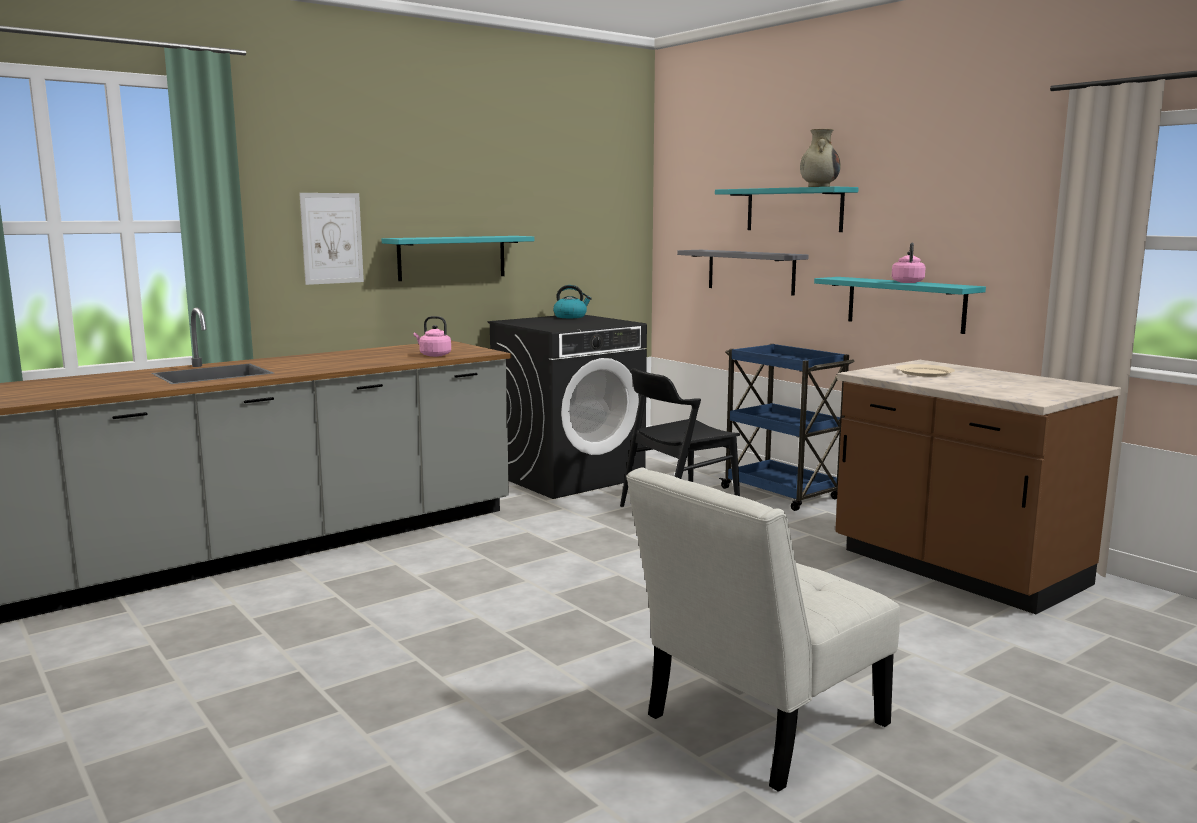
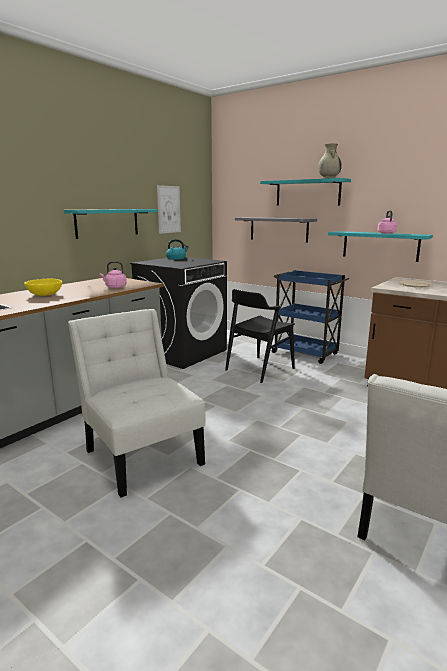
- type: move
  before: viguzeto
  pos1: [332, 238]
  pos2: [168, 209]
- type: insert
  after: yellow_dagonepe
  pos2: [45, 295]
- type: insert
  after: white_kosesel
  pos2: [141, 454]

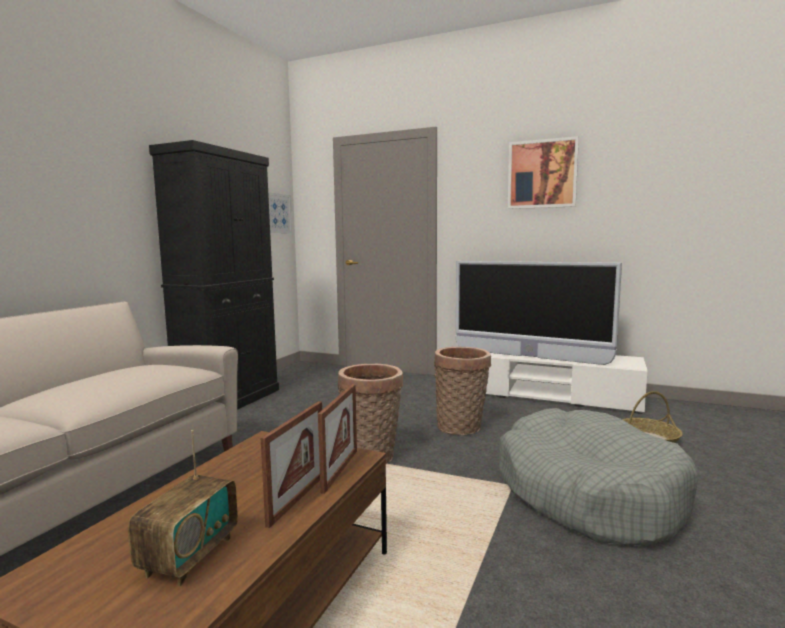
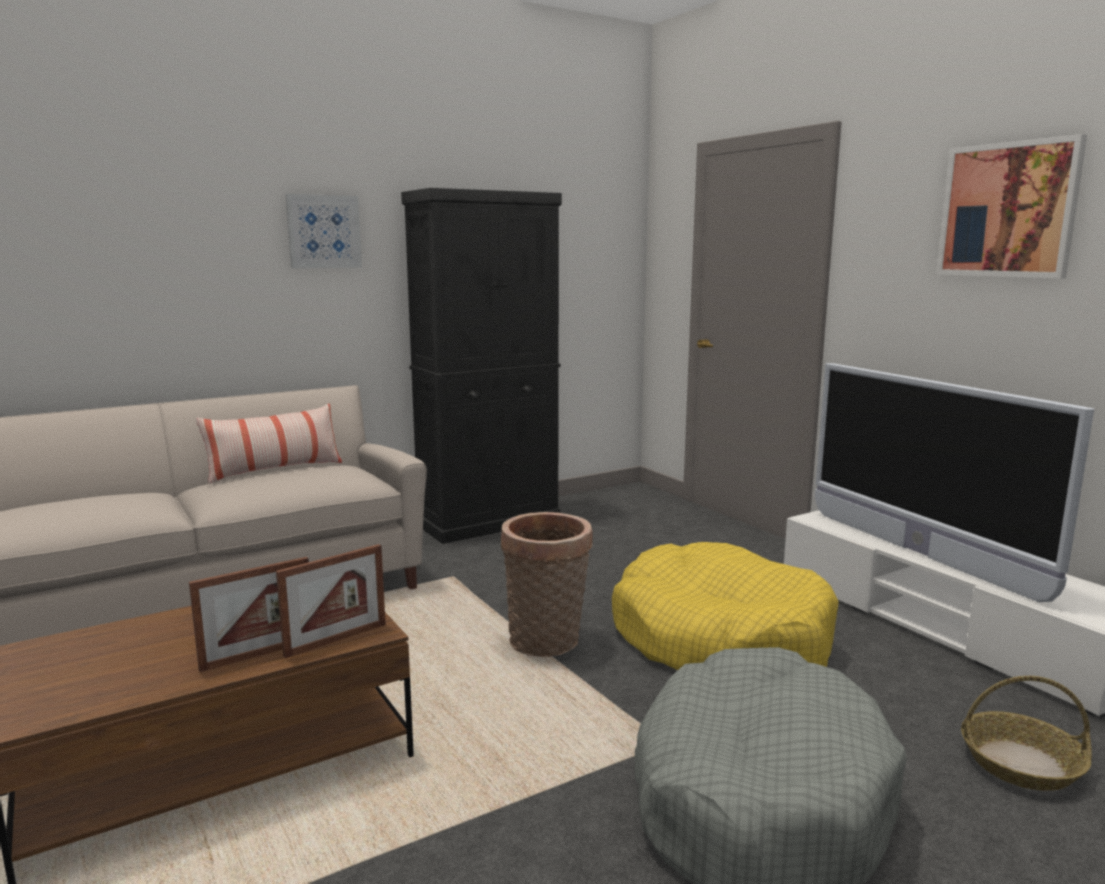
- type: delete
  before: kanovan
  pos1: [189, 556]
- type: move
  before: viguzeto
  pos1: [277, 213]
  pos2: [324, 232]
- type: replace
  before: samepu
  after: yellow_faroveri
  pos1: [461, 427]
  pos2: [720, 640]
- type: insert
  after: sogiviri
  pos2: [275, 471]

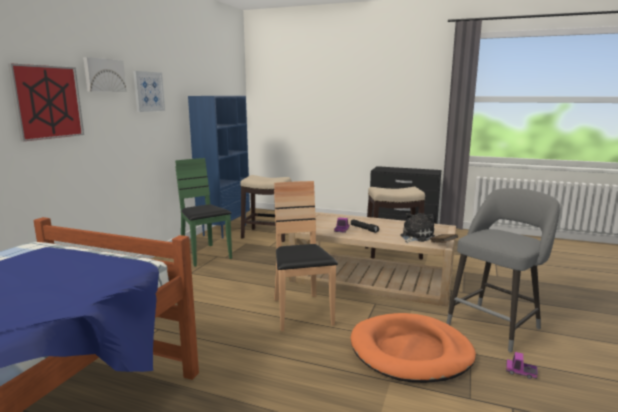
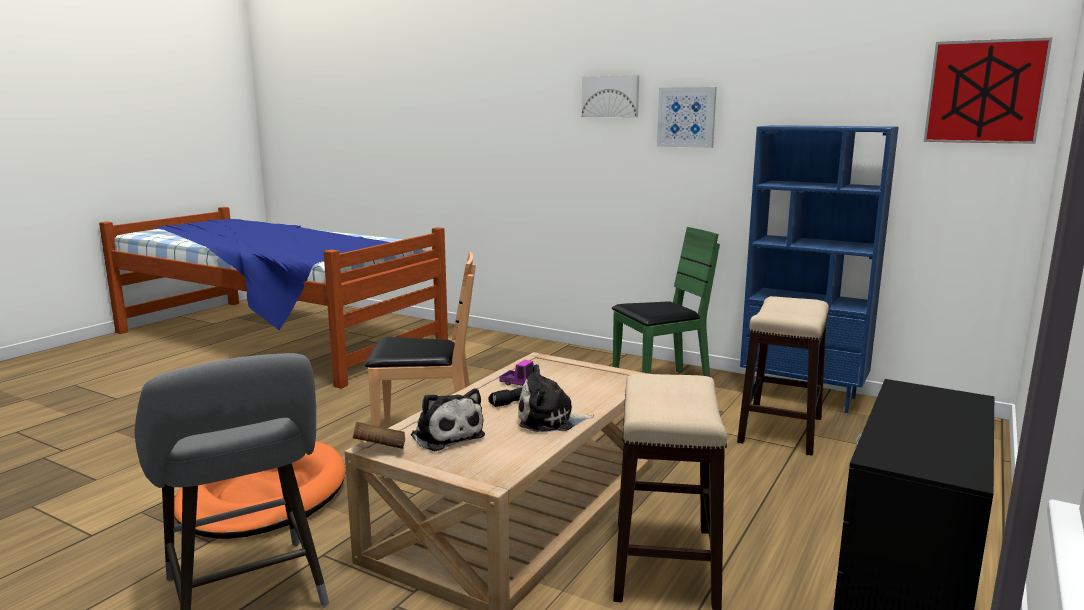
- type: move
  before: viguzeto
  pos1: [48, 102]
  pos2: [984, 92]
- type: delete
  before: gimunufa
  pos1: [521, 372]
- type: insert
  after: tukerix
  pos2: [550, 420]

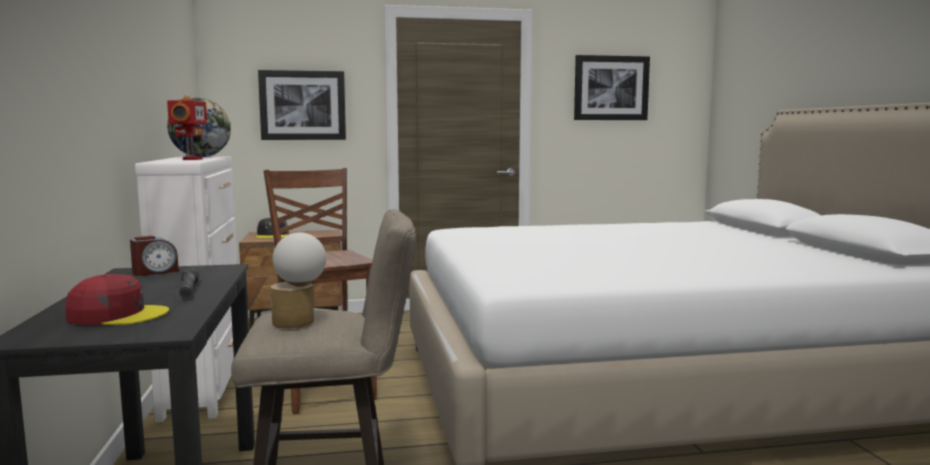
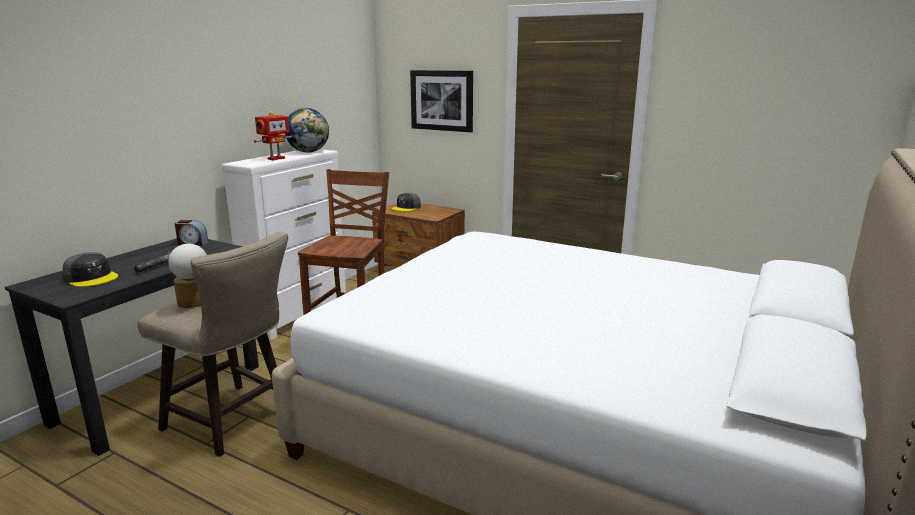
- type: recolor
  before: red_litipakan
  after: grey_litipakan
  pos1: [117, 315]
  pos2: [91, 278]
- type: delete
  before: viguzeto
  pos1: [611, 88]

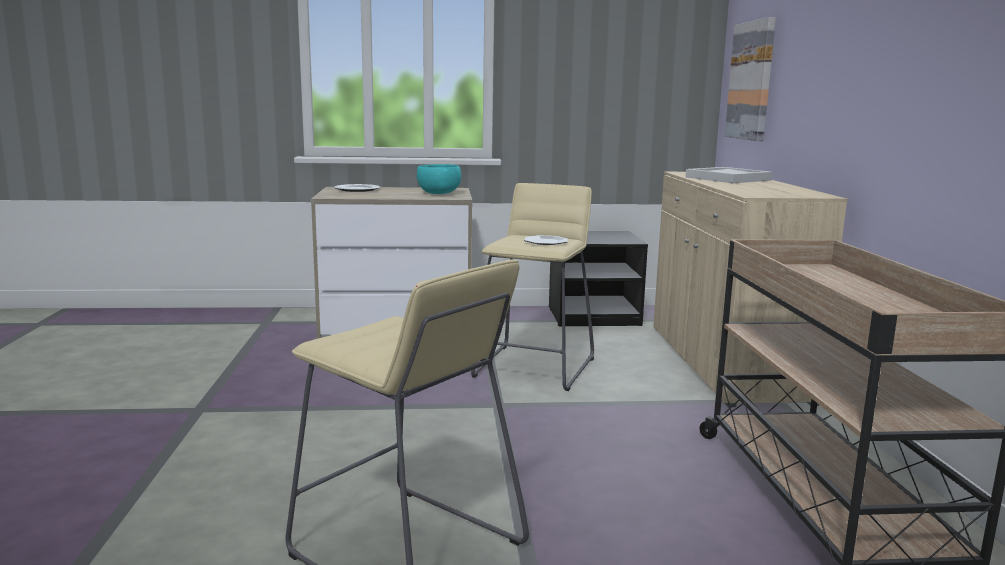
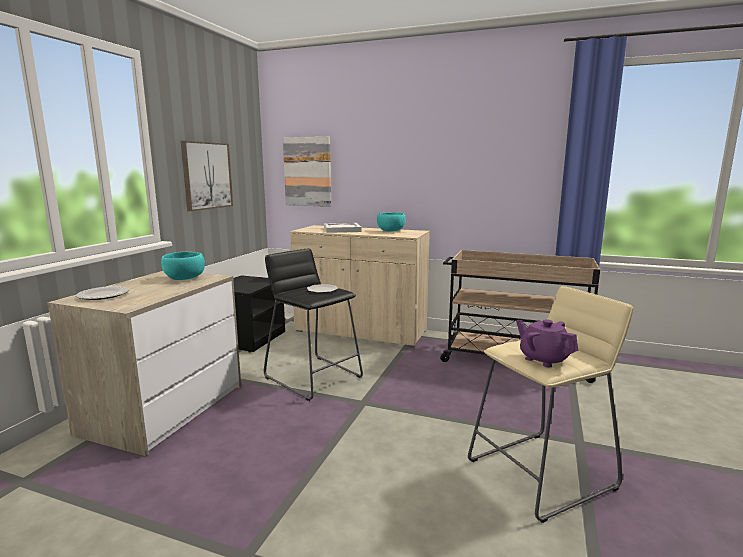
- type: recolor
  before: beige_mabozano
  after: black_mabozano
  pos1: [534, 367]
  pos2: [313, 377]
- type: insert
  after: viguzeto
  pos2: [207, 175]
- type: insert
  after: turquoise_dagonepe
  pos2: [391, 231]
- type: insert
  after: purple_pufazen
  pos2: [543, 359]

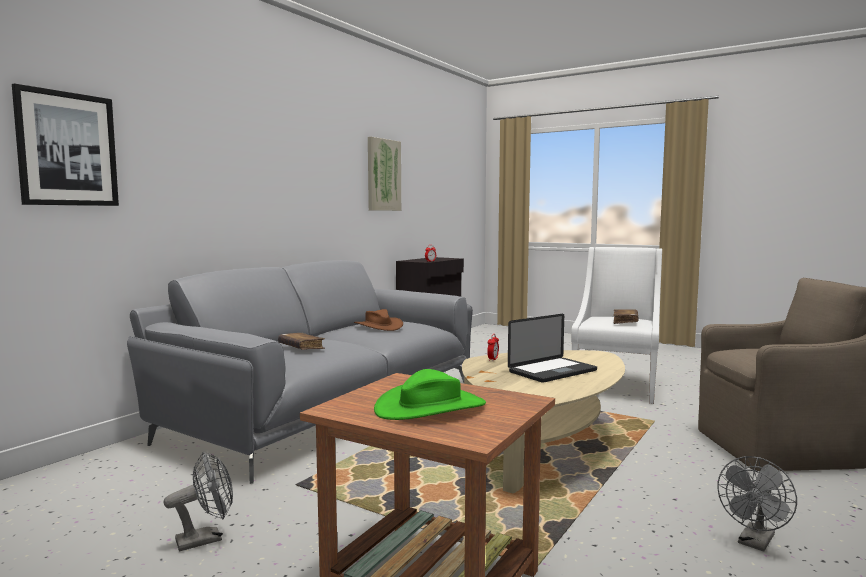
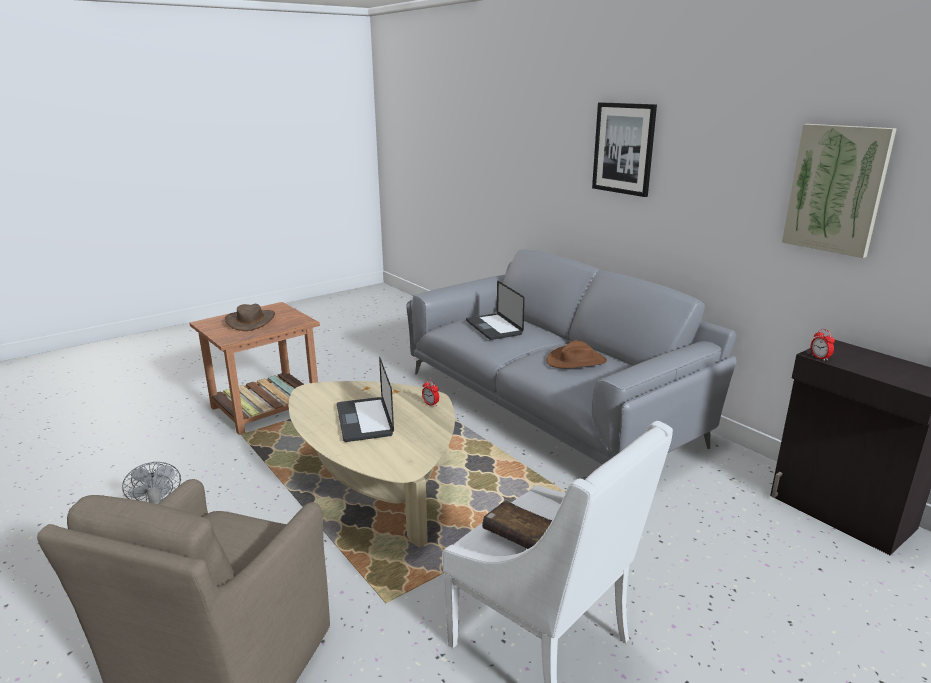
- type: move
  before: viguzeto
  pos1: [67, 149]
  pos2: [623, 148]
- type: delete
  before: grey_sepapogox
  pos1: [206, 538]
- type: replace
  before: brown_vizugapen
  after: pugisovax
  pos1: [301, 347]
  pos2: [493, 327]
- type: recolor
  before: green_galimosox
  after: brown_galimosox
  pos1: [430, 407]
  pos2: [251, 321]

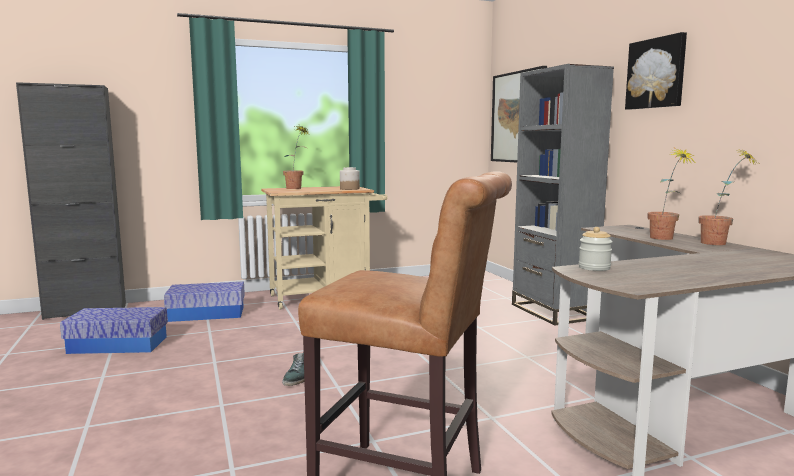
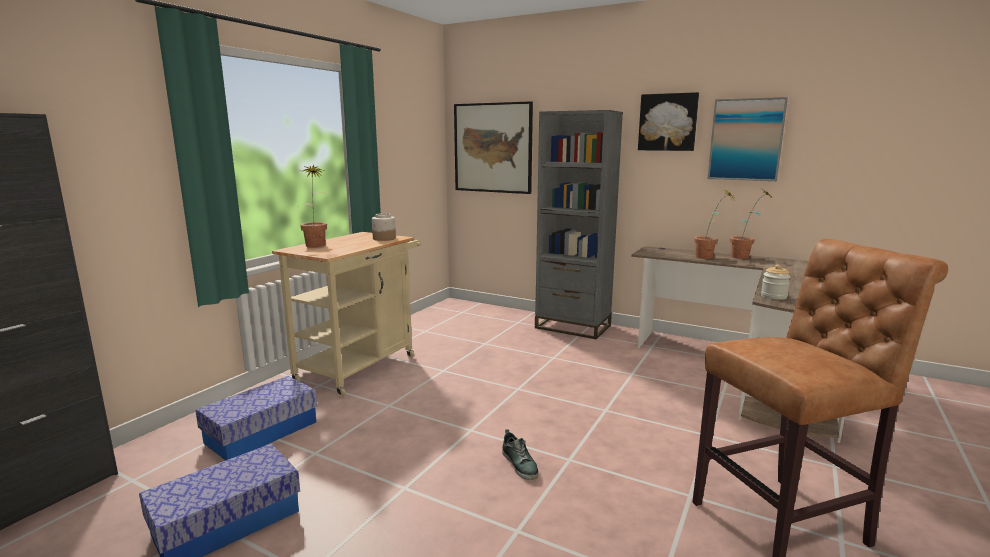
- type: insert
  after: viguzeto
  pos2: [746, 139]

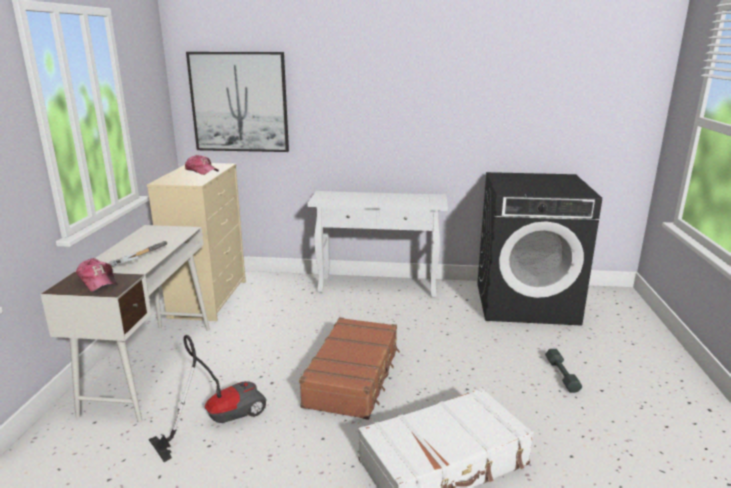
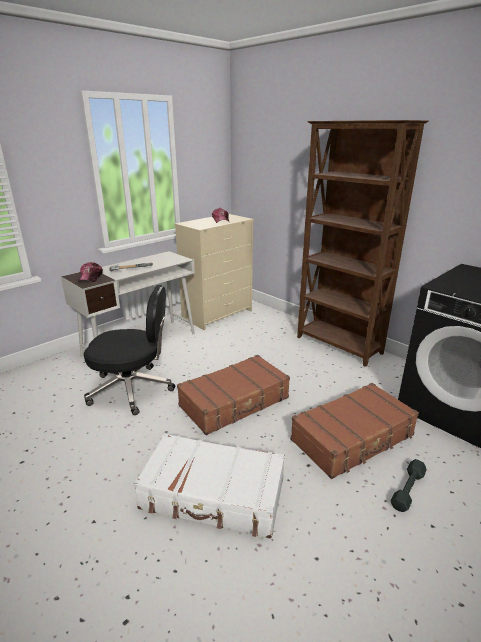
- type: replace
  before: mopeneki
  after: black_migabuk
  pos1: [219, 419]
  pos2: [133, 389]
- type: delete
  before: viguzeto
  pos1: [239, 102]
- type: replace
  before: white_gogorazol
  after: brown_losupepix
  pos1: [378, 287]
  pos2: [338, 346]
- type: insert
  after: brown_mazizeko
  pos2: [353, 438]

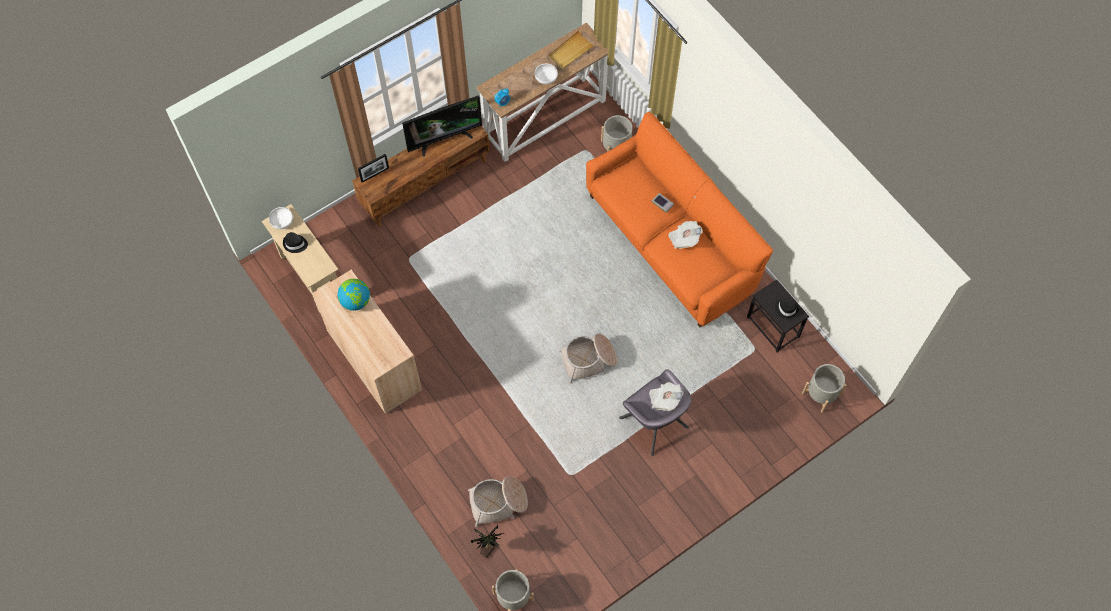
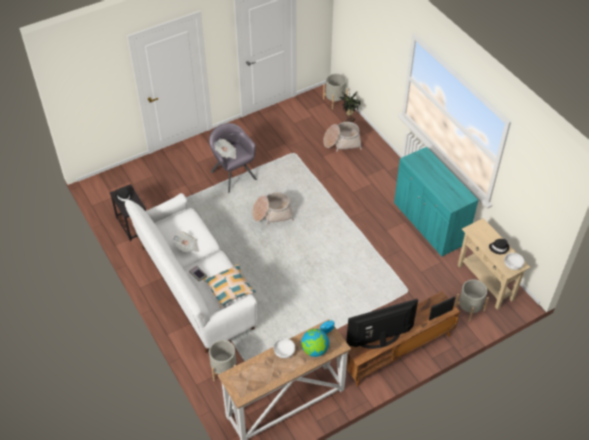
- type: recolor
  before: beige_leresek
  after: turquoise_leresek
  pos1: [374, 360]
  pos2: [429, 224]
- type: move
  before: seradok
  pos1: [356, 301]
  pos2: [314, 350]
- type: delete
  before: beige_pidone
  pos1: [570, 52]
- type: recolor
  before: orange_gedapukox
  after: white_gedapukox
  pos1: [670, 244]
  pos2: [195, 287]
- type: move
  before: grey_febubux
  pos1: [821, 394]
  pos2: [469, 308]
- type: insert
  after: sogiviri
  pos2: [229, 288]

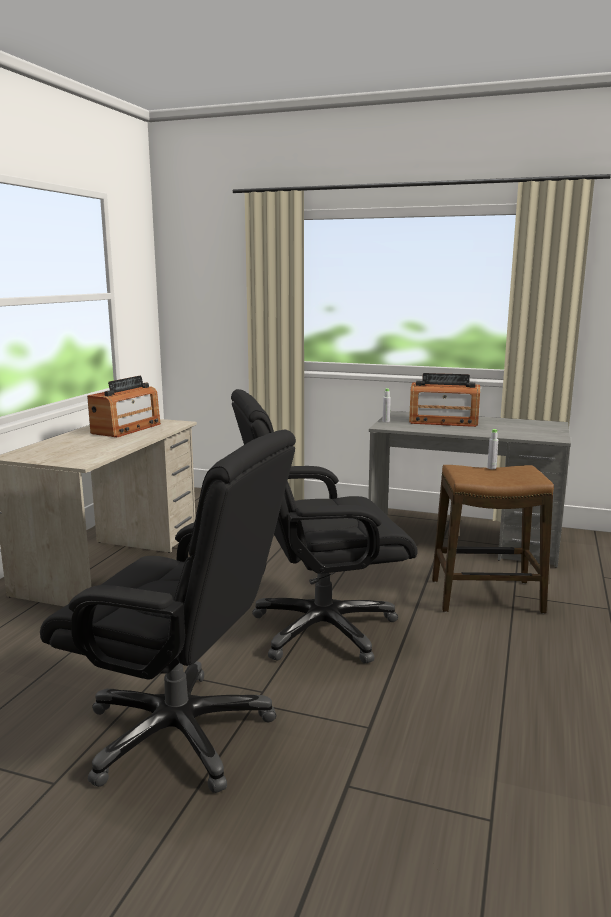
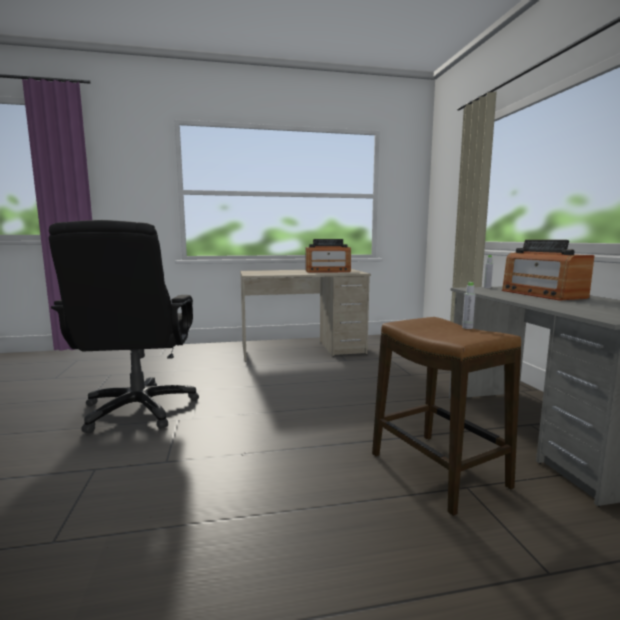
- type: delete
  before: black_migabuk
  pos1: [321, 629]

